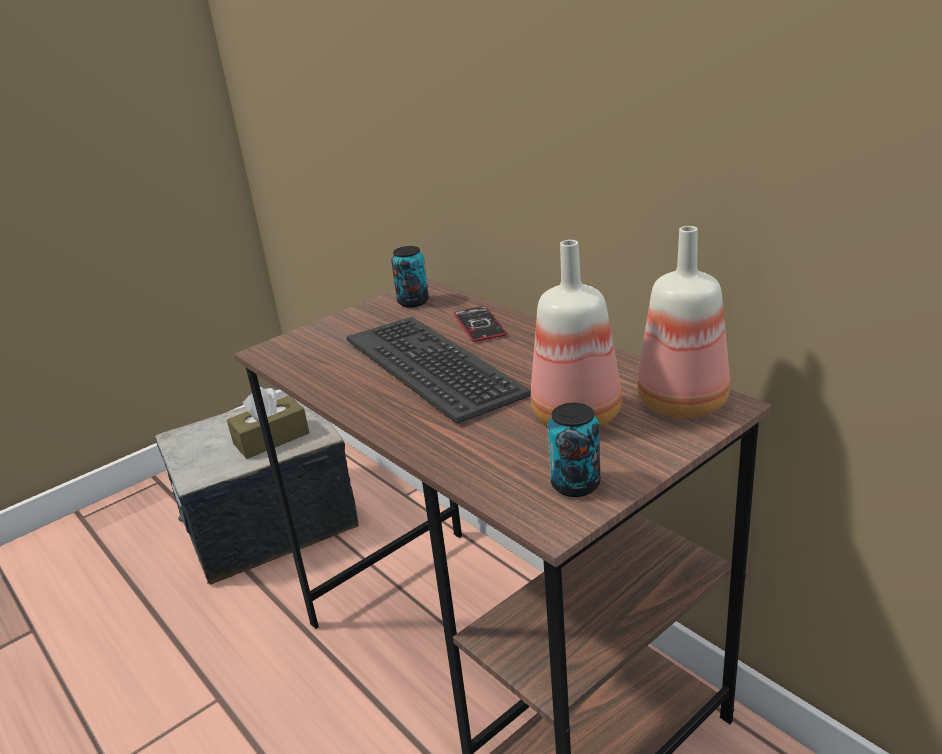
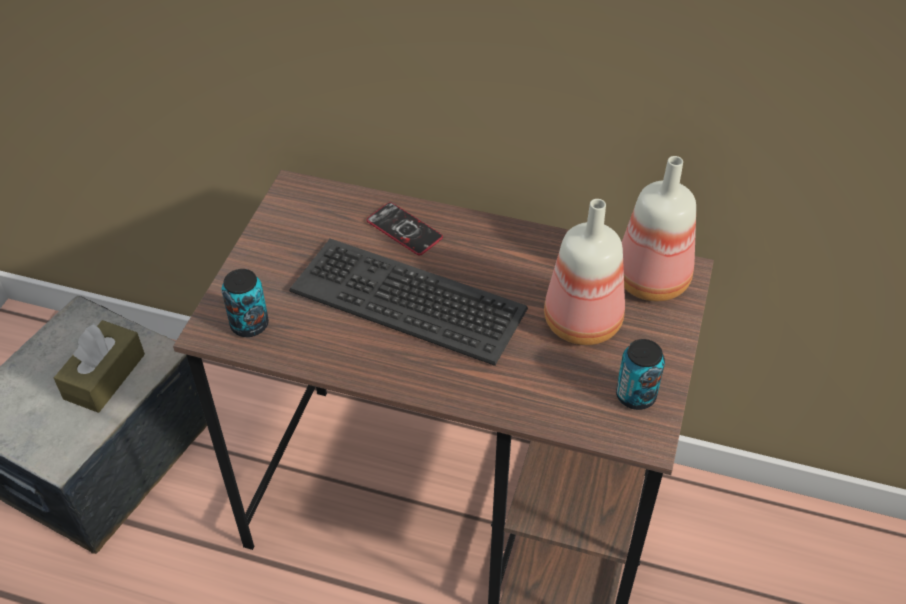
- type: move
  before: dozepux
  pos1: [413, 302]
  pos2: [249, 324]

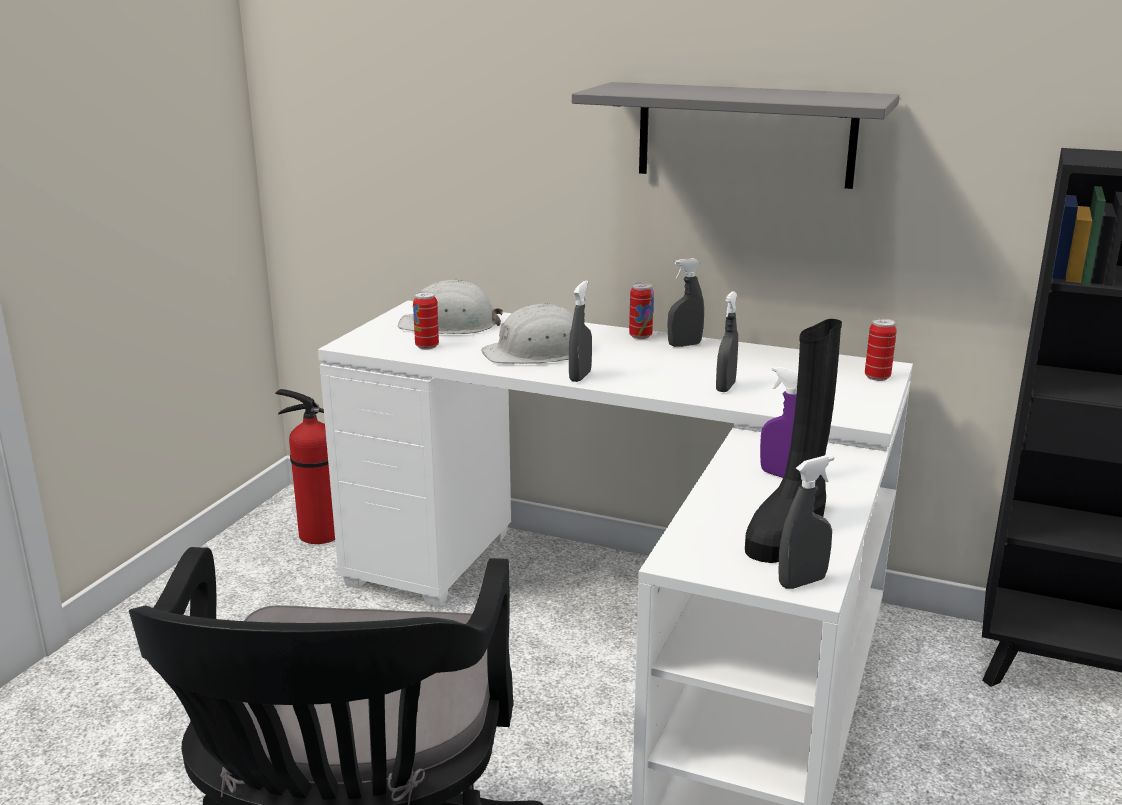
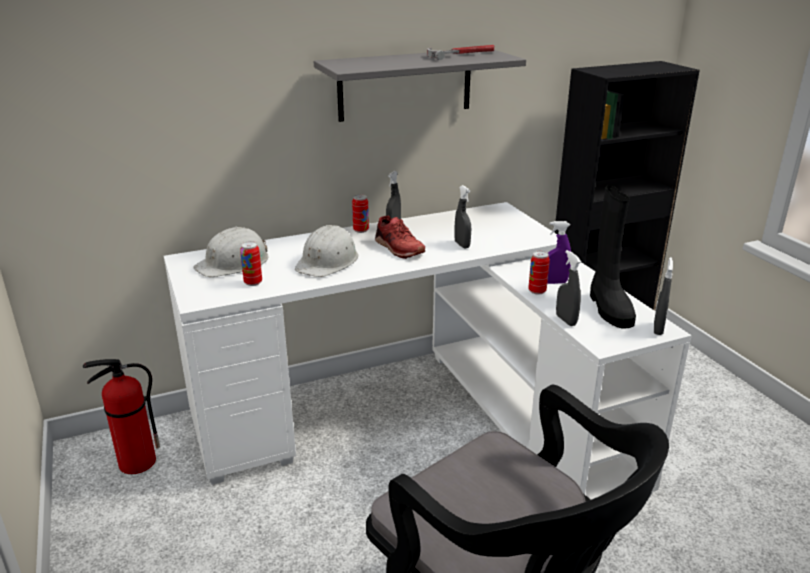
- type: move
  before: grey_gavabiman
  pos1: [580, 376]
  pos2: [566, 320]
- type: move
  before: dozepux
  pos1: [877, 377]
  pos2: [537, 291]
- type: insert
  after: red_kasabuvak
  pos2: [398, 248]
- type: insert
  after: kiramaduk
  pos2: [461, 55]

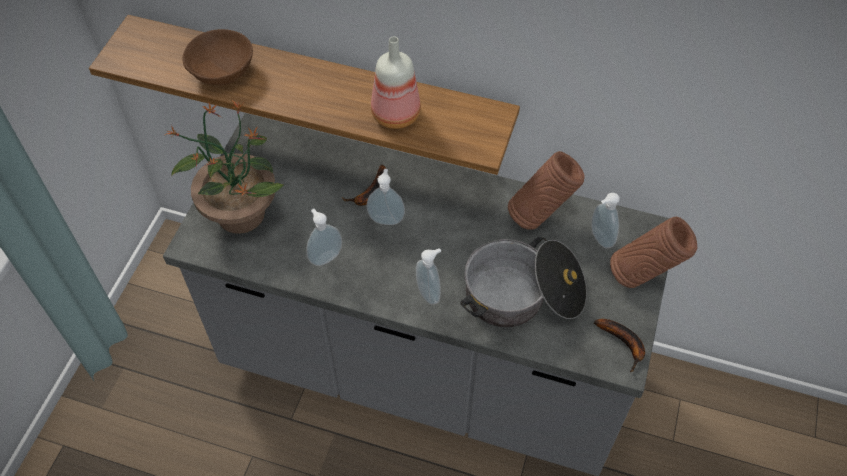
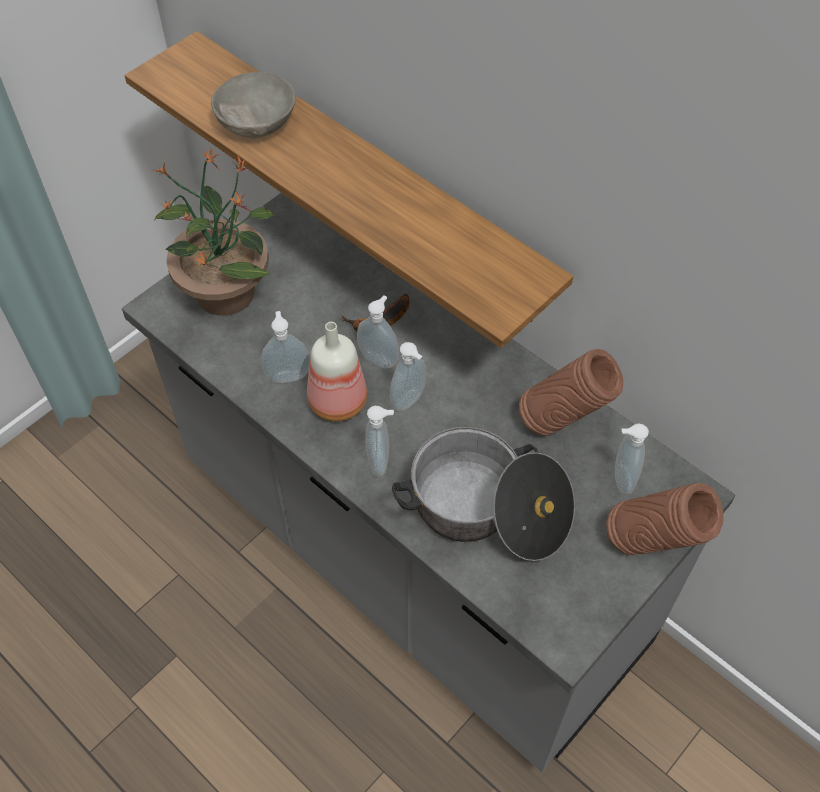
- type: recolor
  before: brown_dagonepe
  after: grey_dagonepe
  pos1: [223, 71]
  pos2: [258, 123]
- type: move
  before: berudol
  pos1: [396, 116]
  pos2: [337, 403]
- type: delete
  before: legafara
  pos1: [624, 344]
- type: insert
  after: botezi
  pos2: [410, 401]

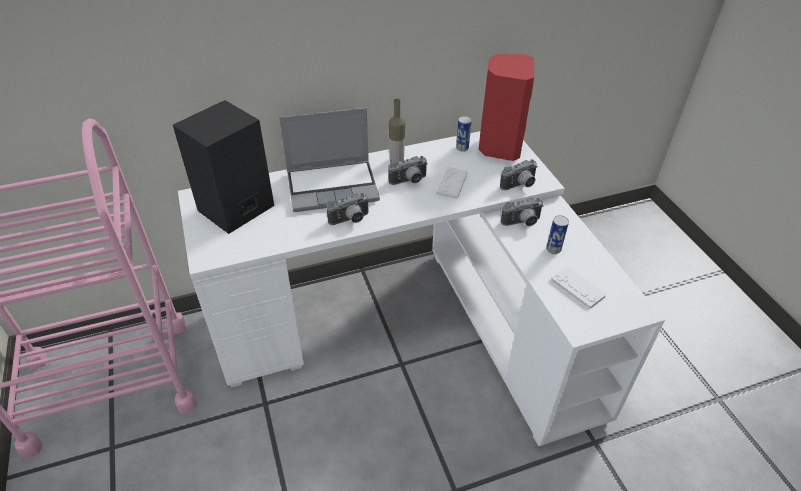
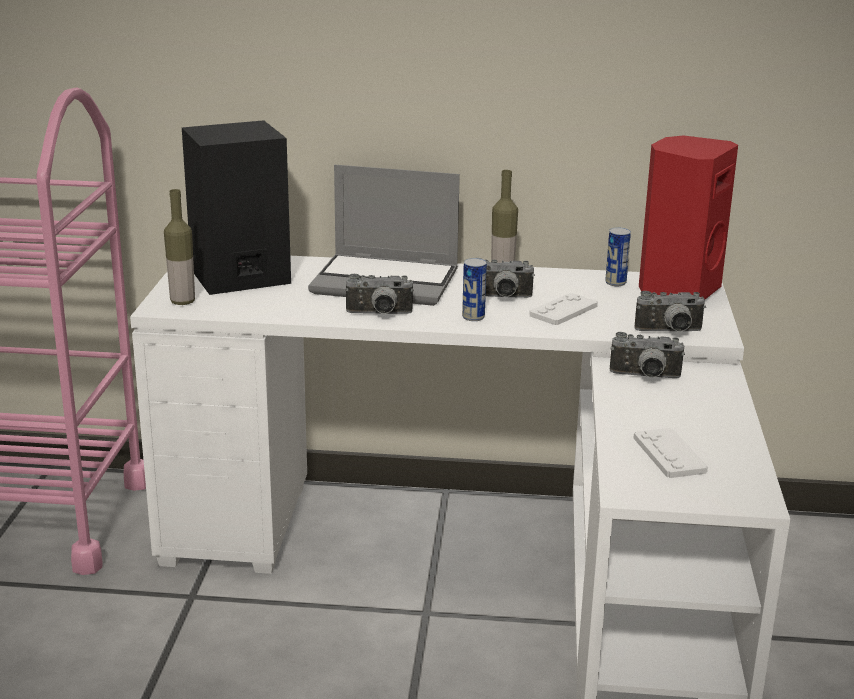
- type: move
  before: dozepux
  pos1: [553, 249]
  pos2: [473, 317]
- type: insert
  after: berudol
  pos2: [182, 302]

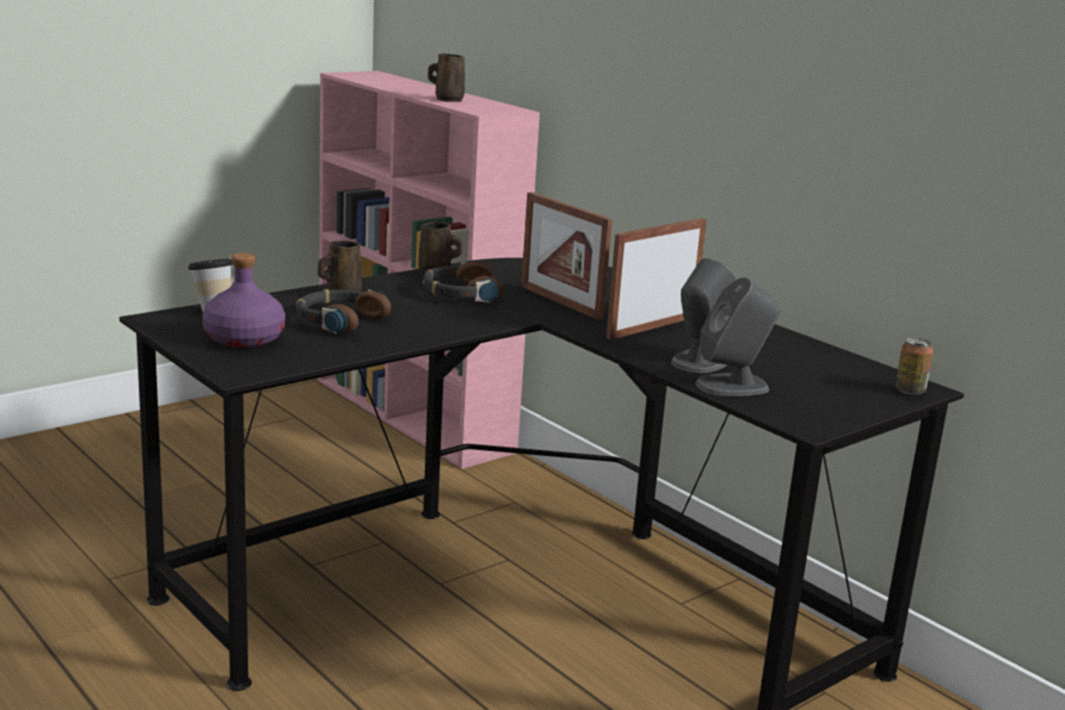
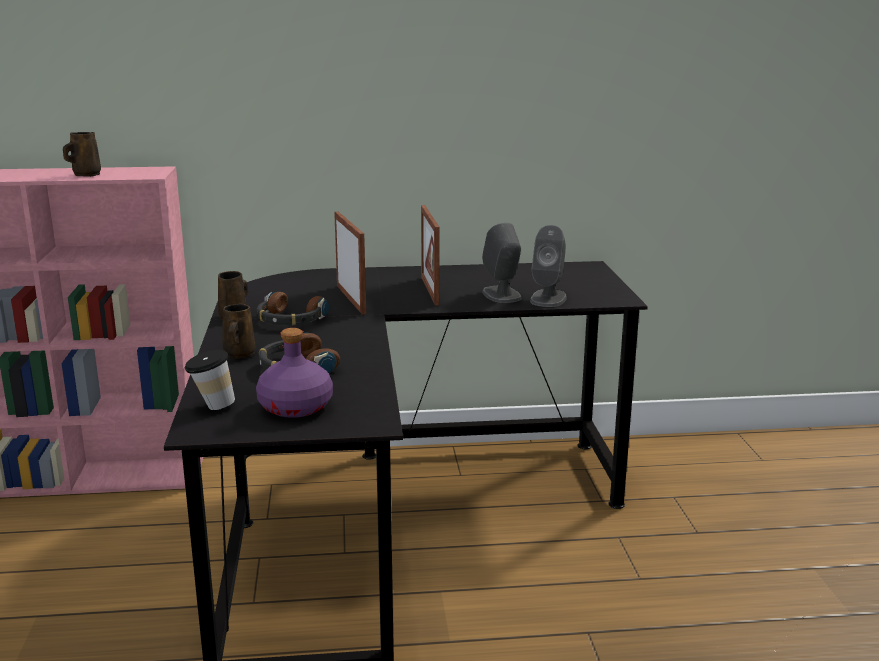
- type: rotate
  before: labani
  pos1: [561, 302]
  pos2: [351, 299]
  turn: -105
- type: delete
  before: dozepux
  pos1: [909, 391]

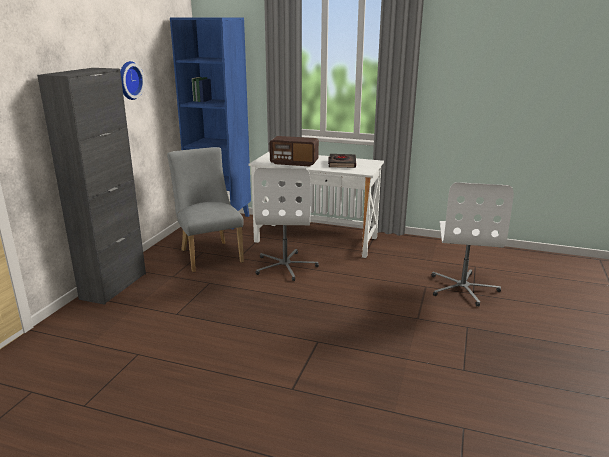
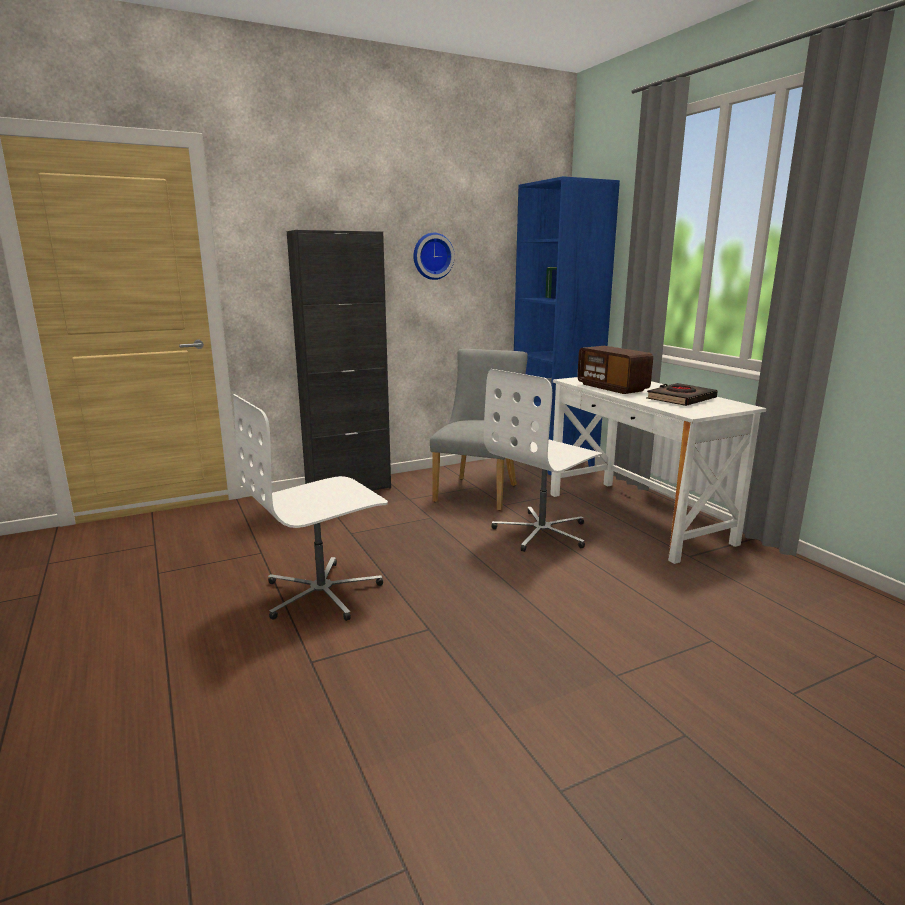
- type: move
  before: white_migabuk
  pos1: [463, 288]
  pos2: [322, 593]

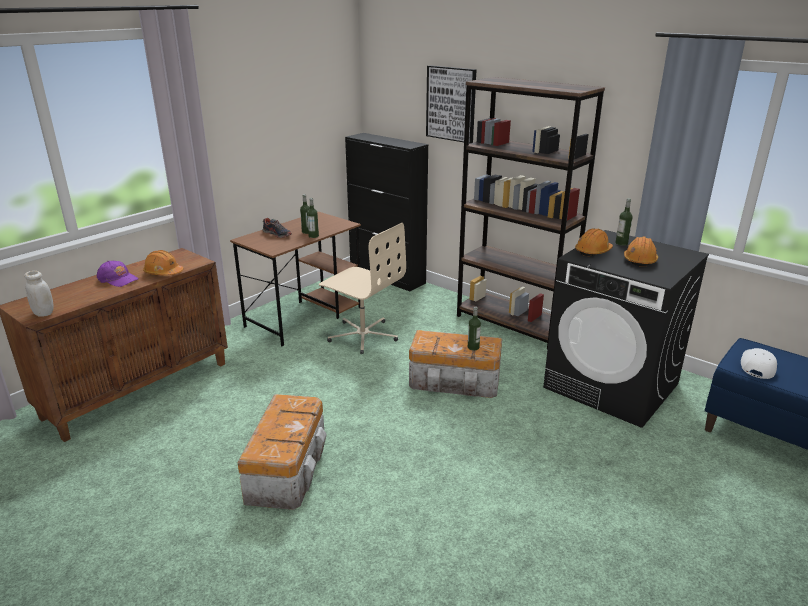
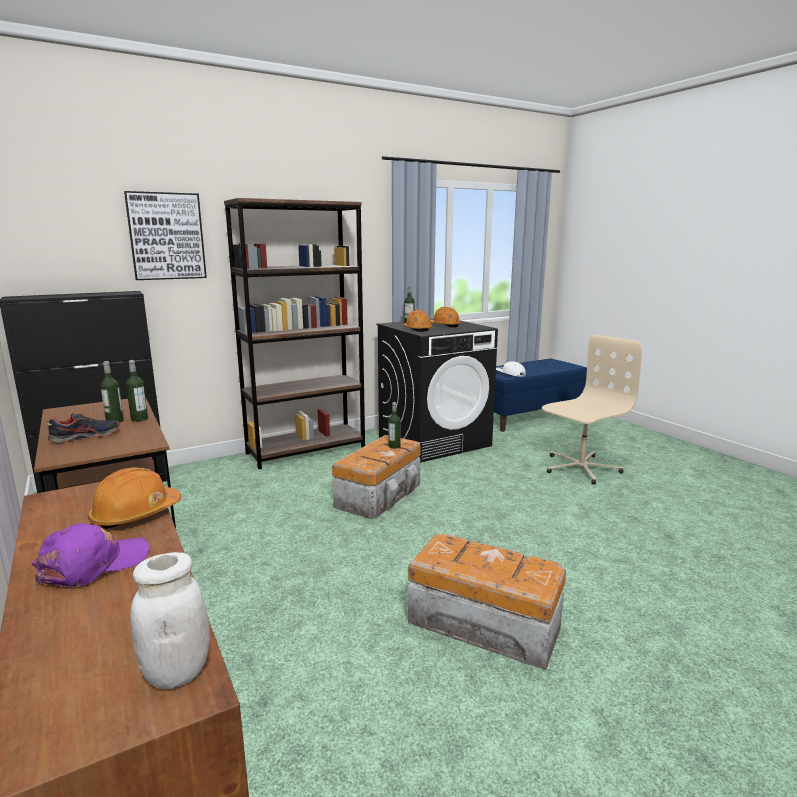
- type: move
  before: beige_migabuk
  pos1: [363, 335]
  pos2: [580, 468]

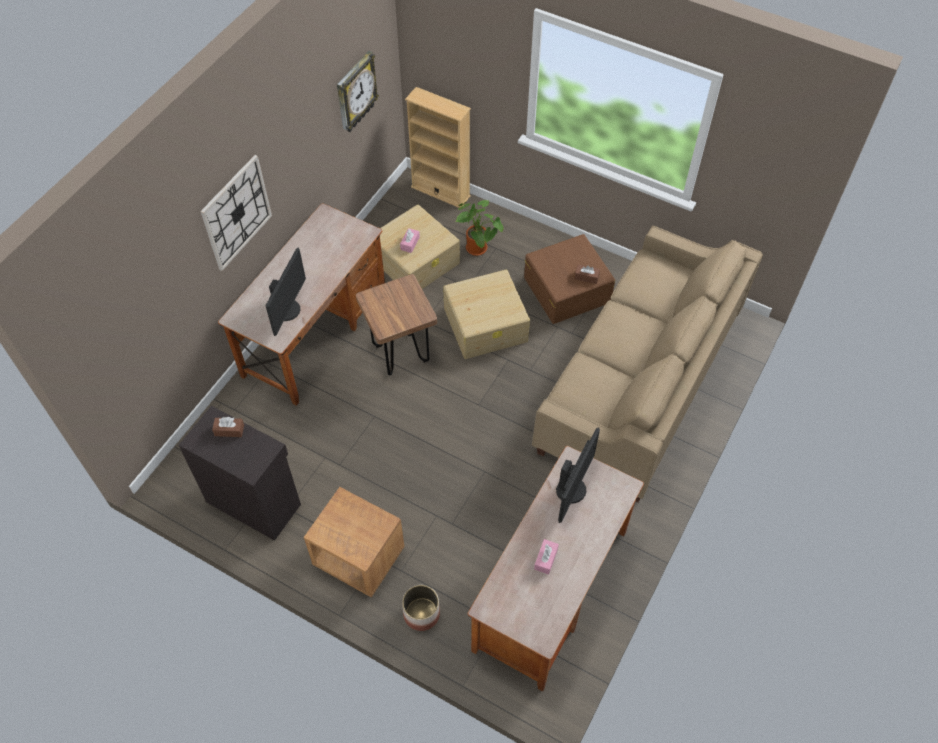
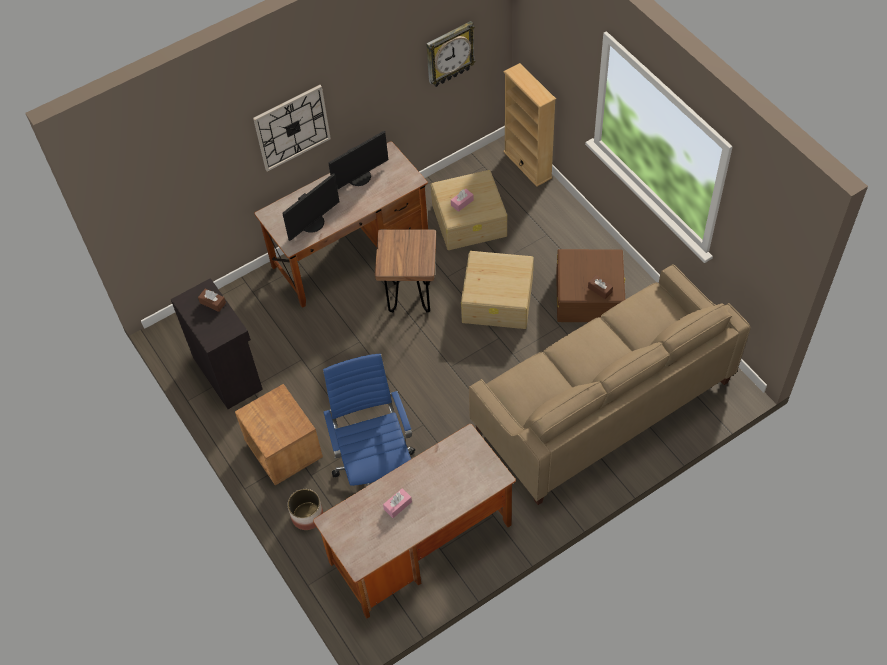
- type: delete
  before: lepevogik
  pos1: [478, 249]
- type: move
  before: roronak
  pos1: [572, 490]
  pos2: [359, 177]
- type: insert
  after: blue_migabuk
  pos2: [376, 470]

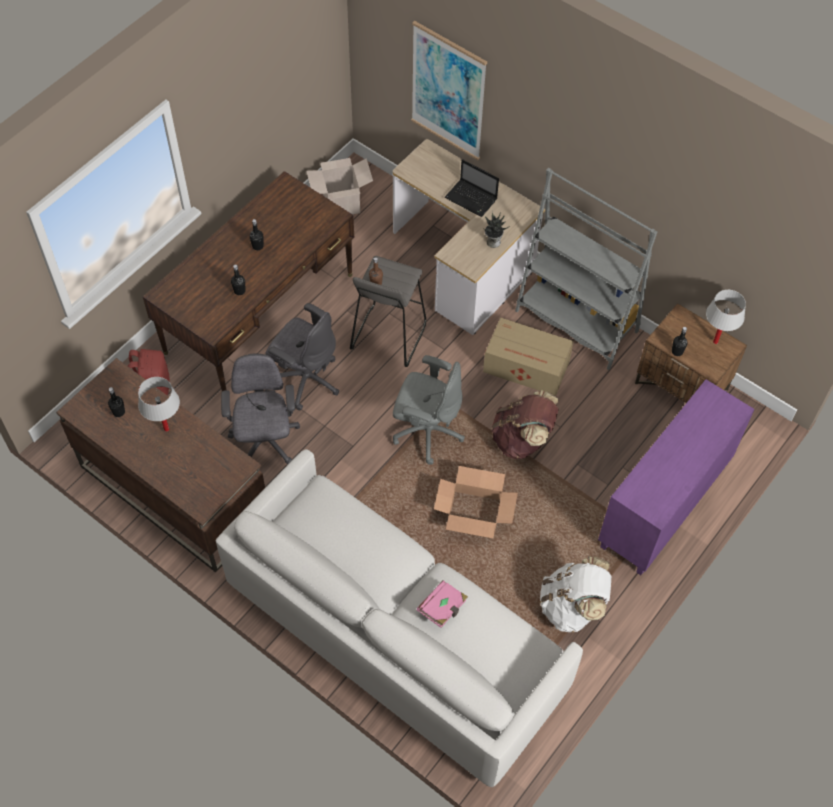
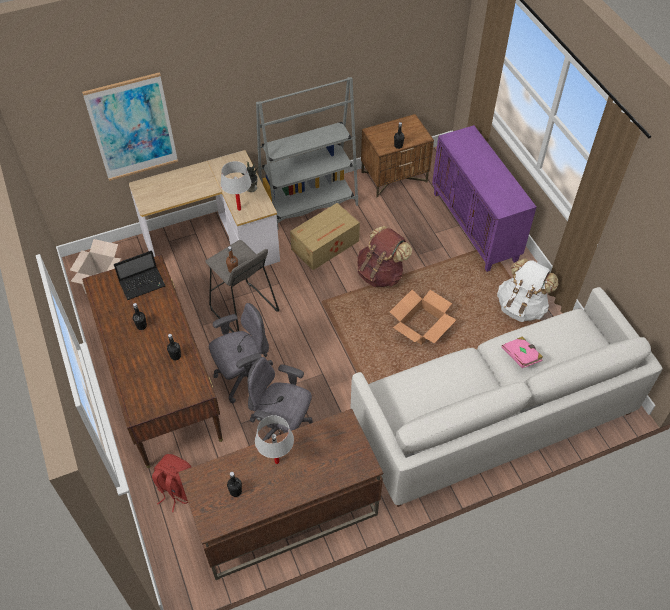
- type: delete
  before: grey_migabuk
  pos1: [427, 431]
- type: move
  before: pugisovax
  pos1: [472, 199]
  pos2: [143, 283]
- type: move
  before: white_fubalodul
  pos1: [715, 342]
  pos2: [239, 209]

